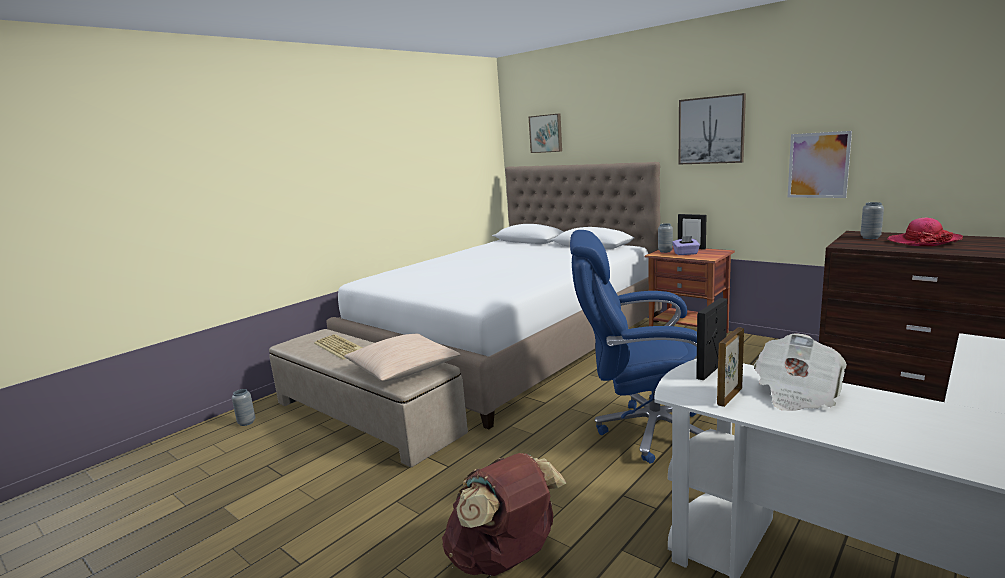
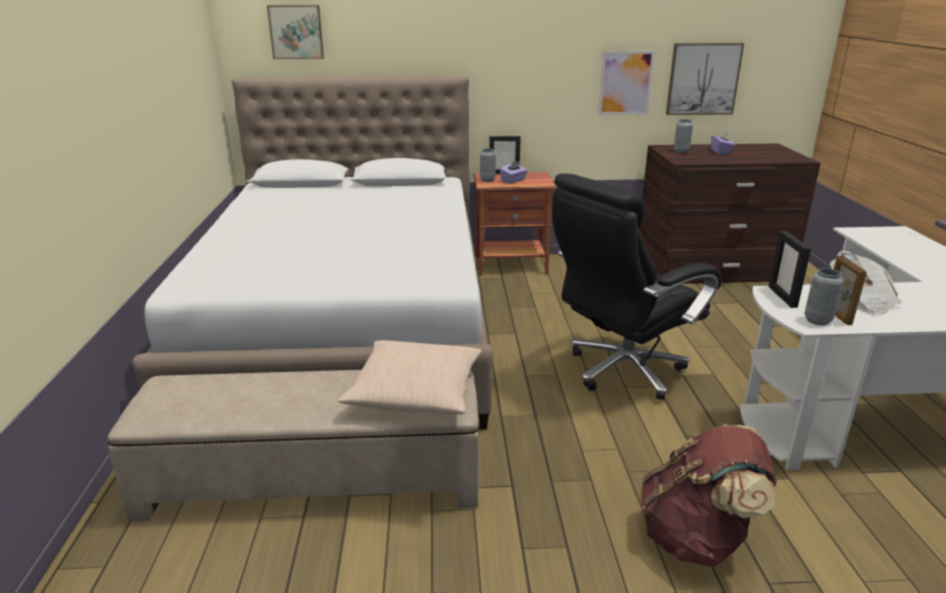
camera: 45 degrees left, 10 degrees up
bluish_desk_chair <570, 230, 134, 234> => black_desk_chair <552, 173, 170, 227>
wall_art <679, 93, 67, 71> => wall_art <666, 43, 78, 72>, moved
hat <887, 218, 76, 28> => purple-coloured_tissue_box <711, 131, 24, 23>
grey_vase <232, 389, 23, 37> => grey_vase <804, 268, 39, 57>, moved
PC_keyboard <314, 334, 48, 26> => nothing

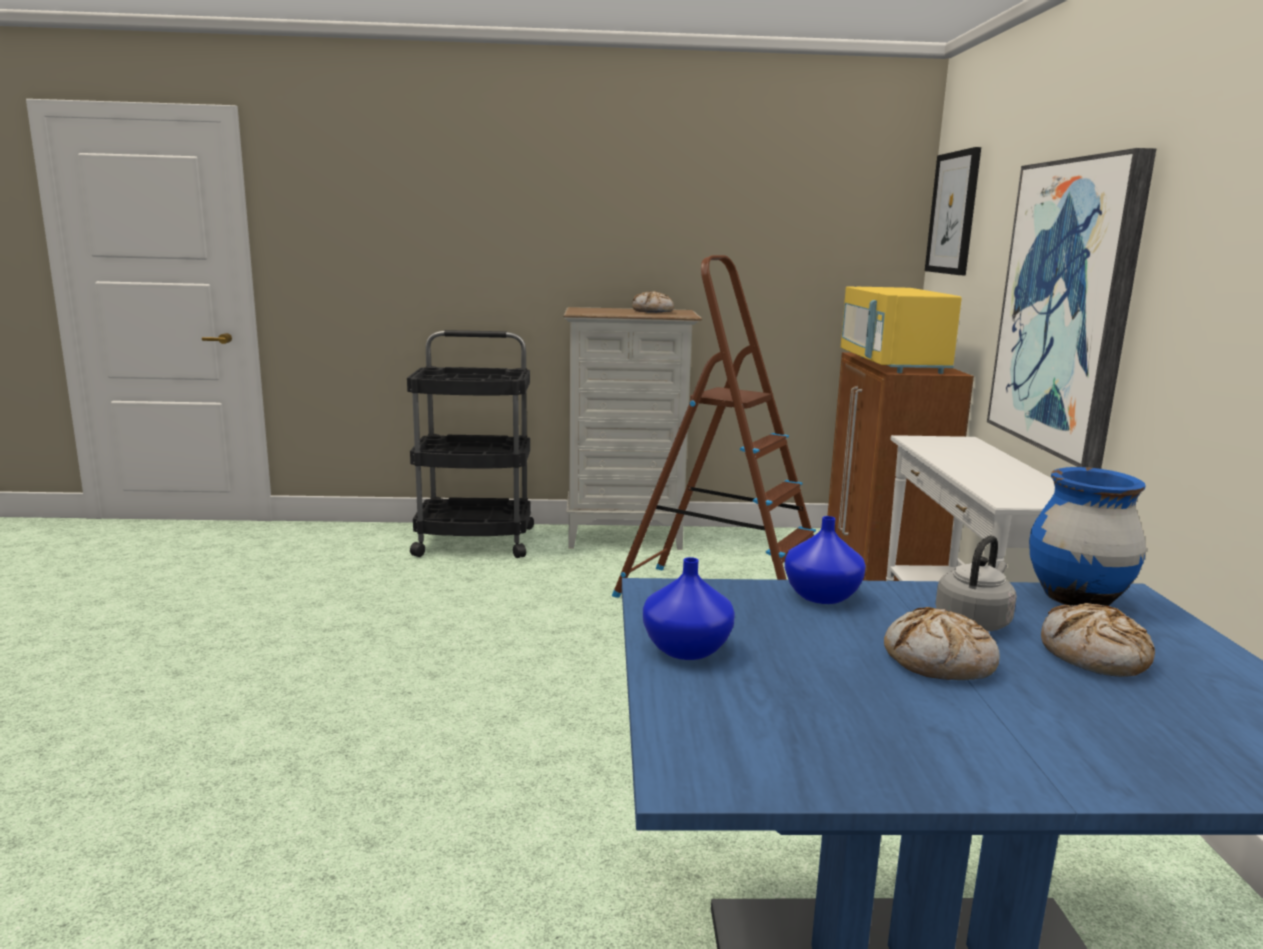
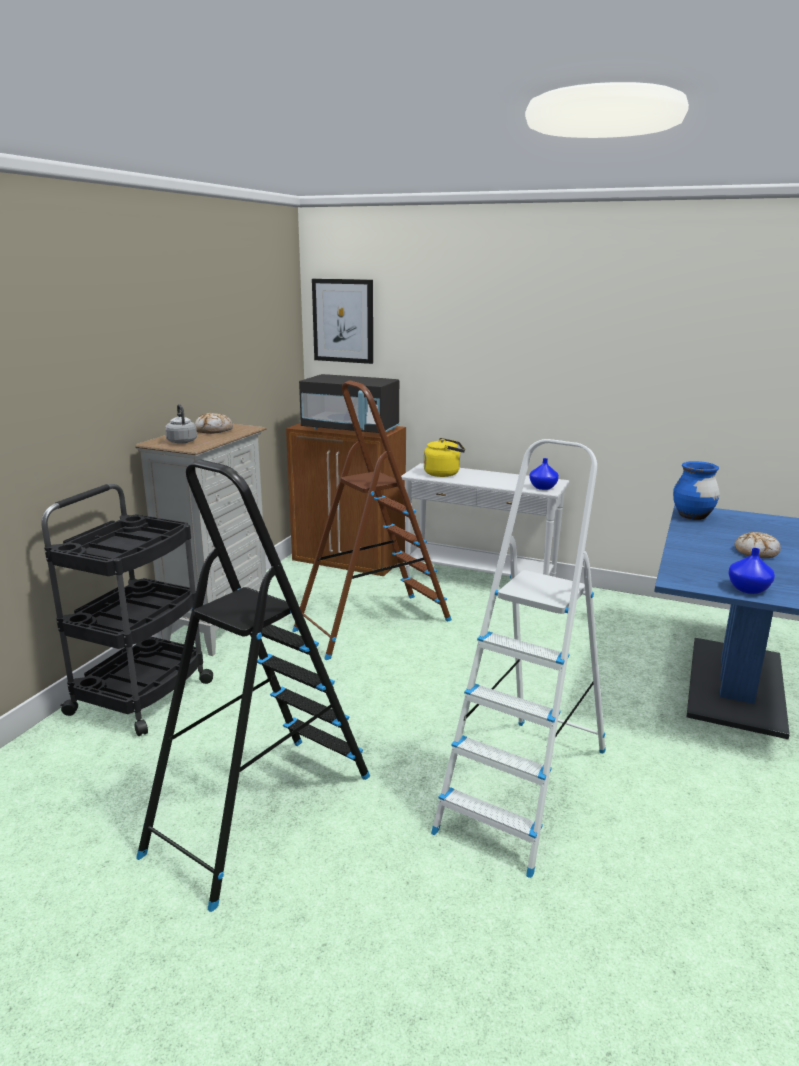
camera: 65 degrees left, 5 degrees up
nothing => black_step_stool <136, 459, 234, 453>
grey_kettle <935, 535, 82, 96> => grey_kettle <165, 404, 32, 40>, moved
yellowish_kitchen_microwave <841, 286, 121, 88> => black_kitchen_microwave <299, 374, 101, 59>
nothing => yellowish_kettle <424, 438, 41, 39>
nothing => whitish_step_stool <431, 439, 175, 439>
bluish_vase <784, 516, 82, 88> => bluish_vase <529, 458, 30, 32>, moved
wall_art <987, 148, 169, 321> => nothing
bread <1041, 603, 114, 74> => nothing

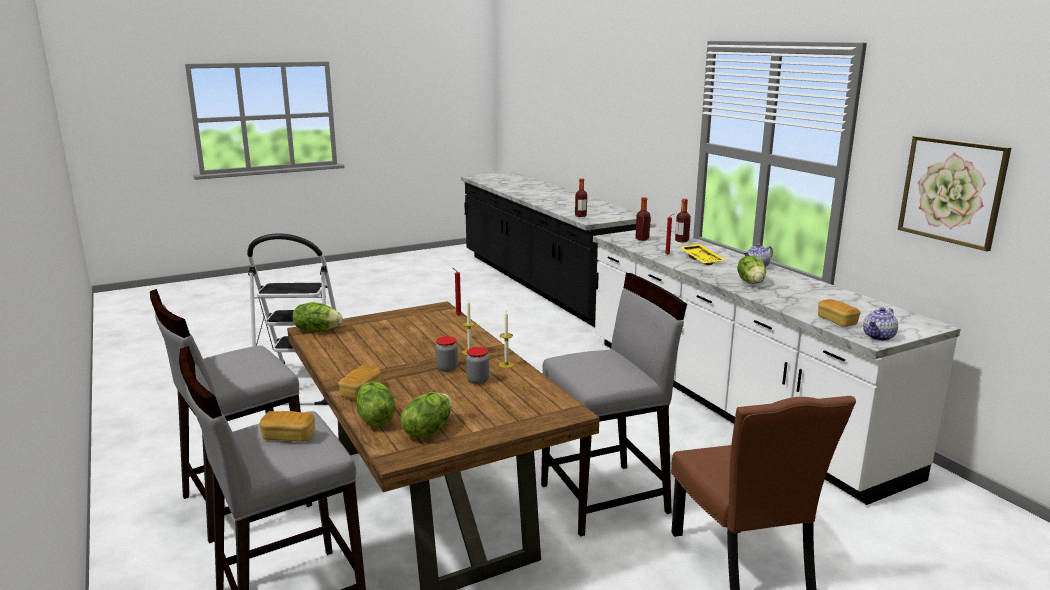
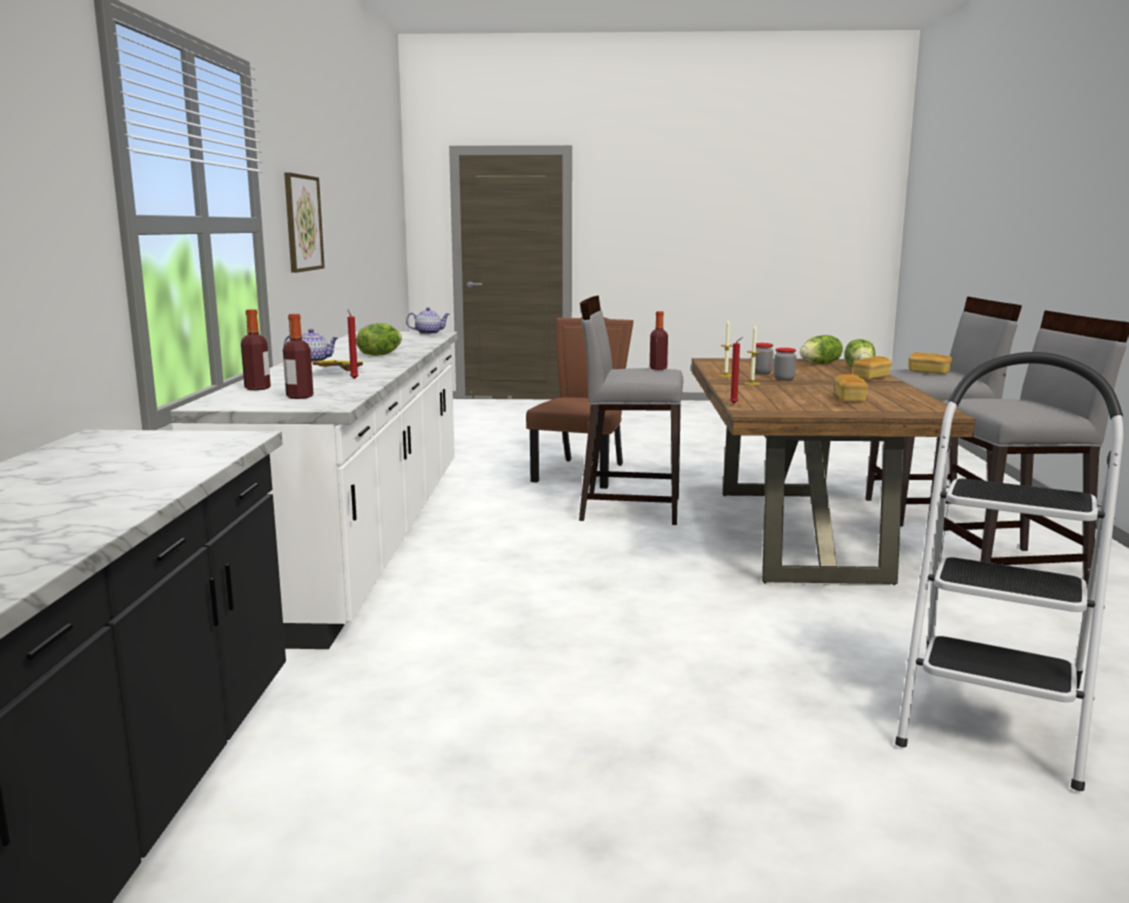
camera: 150 degrees left, 5 degrees down
drink_bottle <575, 178, 12, 39> => drink_bottle <650, 311, 18, 59>, moved
bread <818, 299, 42, 28> => bread <835, 374, 33, 28>, moved
lettuce <293, 302, 50, 30> => nothing

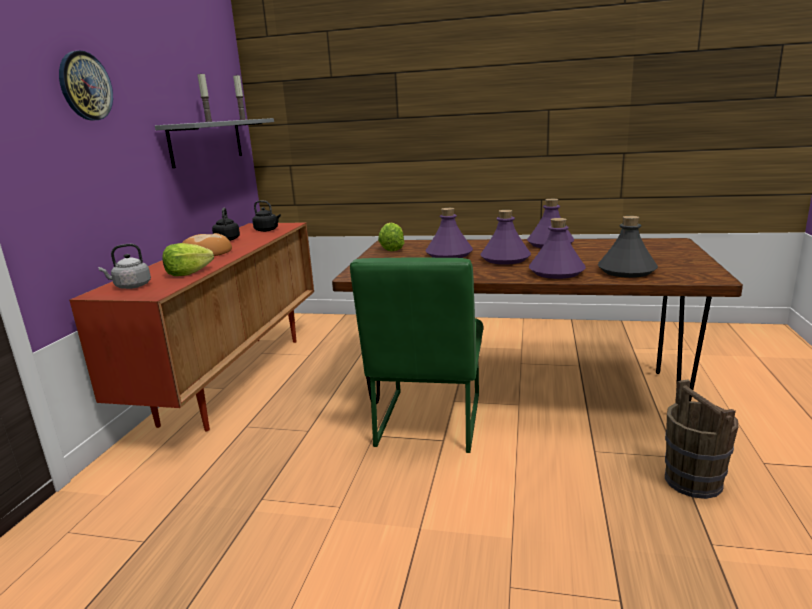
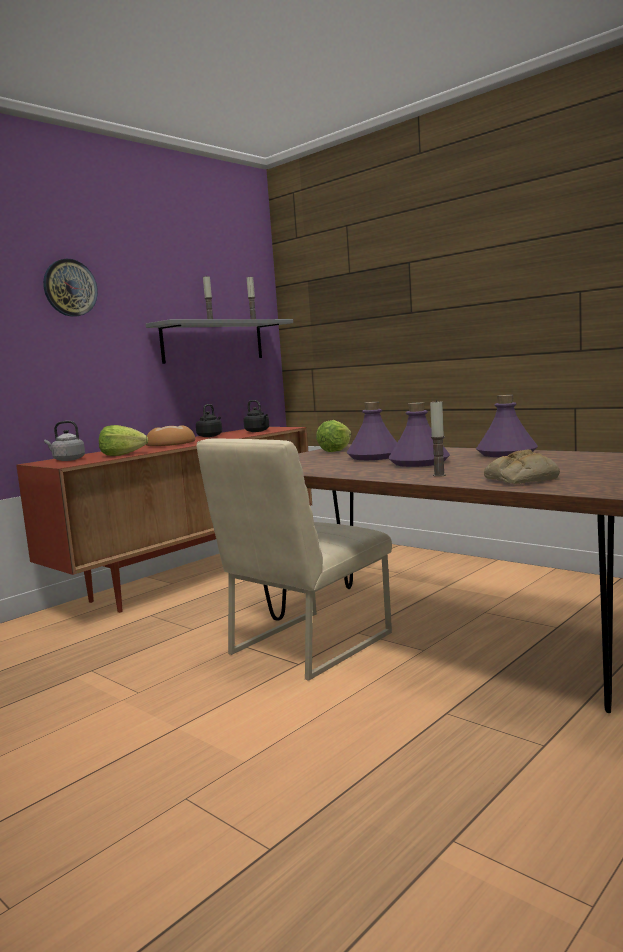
camera: 30 degrees right, 10 degrees down
green-coloured_upright_chair <350, 258, 133, 195> => sand-coloured_upright_chair <197, 439, 195, 242>
purple-coloured_drink_bottle <529, 218, 57, 61> => wax_light <430, 399, 16, 78>
grey_drink_bottle <598, 216, 60, 62> => bread <484, 450, 76, 34>
brown_bucket <665, 379, 73, 120> => nothing

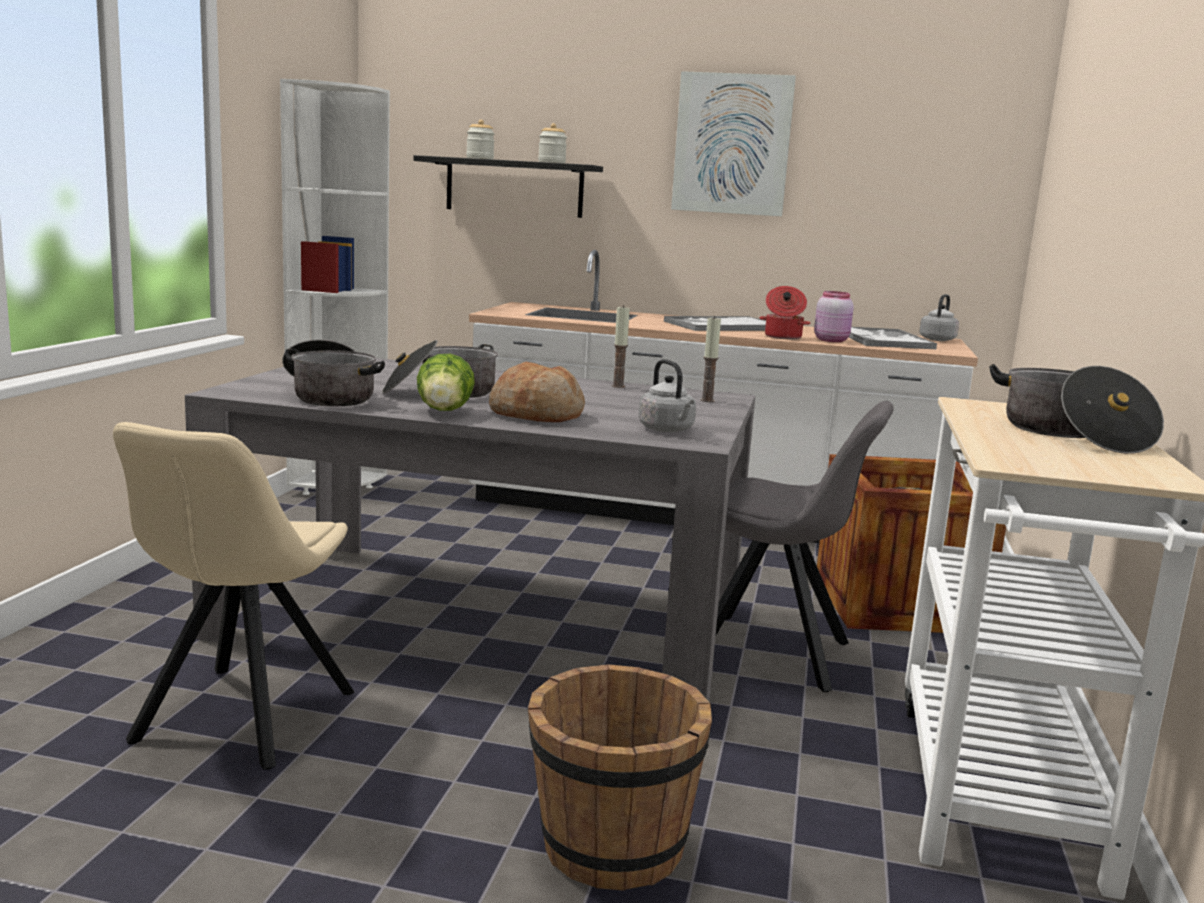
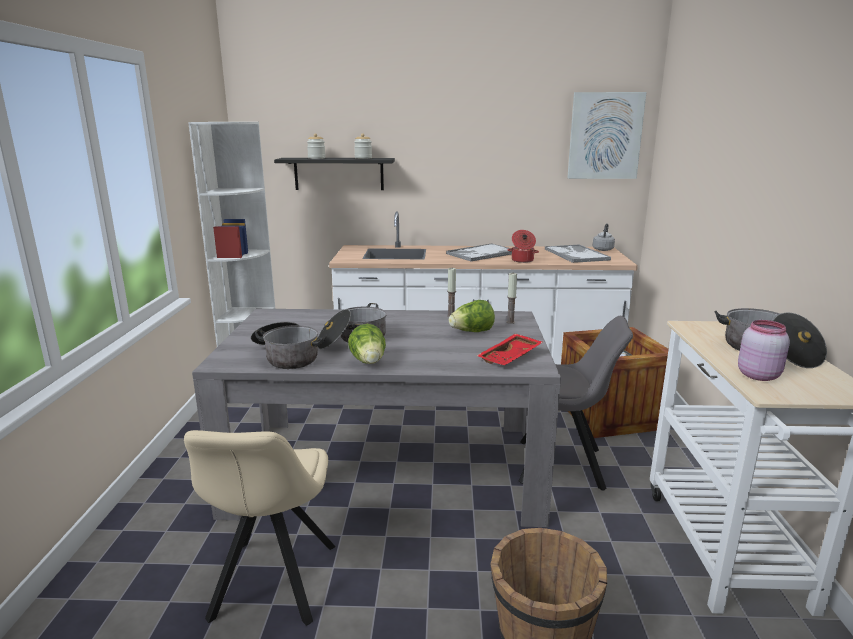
camera: 10 degrees left, 5 degrees up
nothing => lettuce <449, 300, 46, 32>
grey_kettle <639, 359, 57, 73> => red_carrying_tray <477, 334, 66, 31>
wall_art <671, 71, 125, 145> => wall_art <567, 92, 80, 87>, moved
pinkish_storage_jar <814, 291, 40, 51> => pinkish_storage_jar <738, 320, 52, 61>, moved
bread <489, 362, 96, 60> => nothing

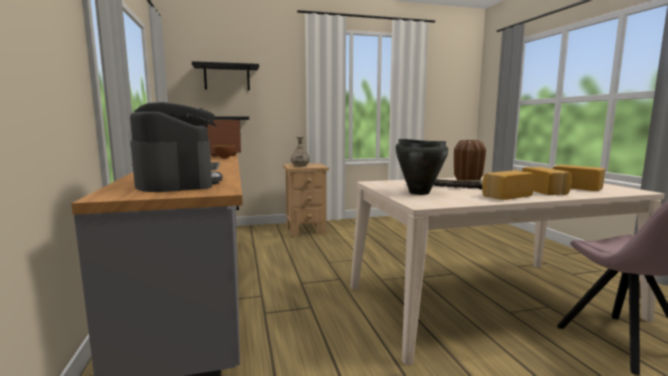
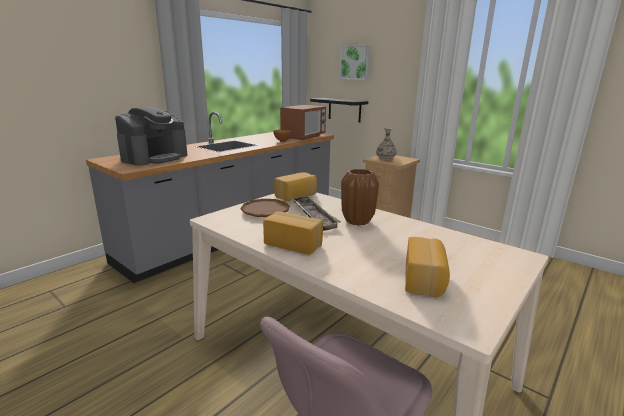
camera: 55 degrees right, 10 degrees up
black_saucepot <395, 139, 53, 56> => brown_plate <240, 199, 50, 18>
bread <522, 167, 50, 28> => bread <274, 172, 43, 29>, moved
black_bracket_shelf <192, 61, 67, 29> => wall_art <340, 45, 30, 35>

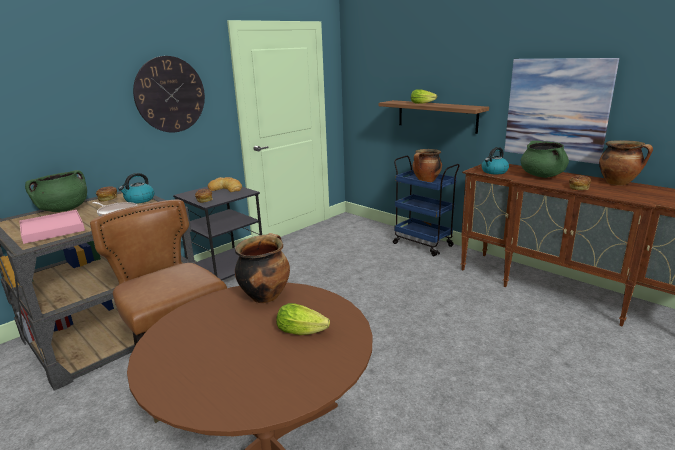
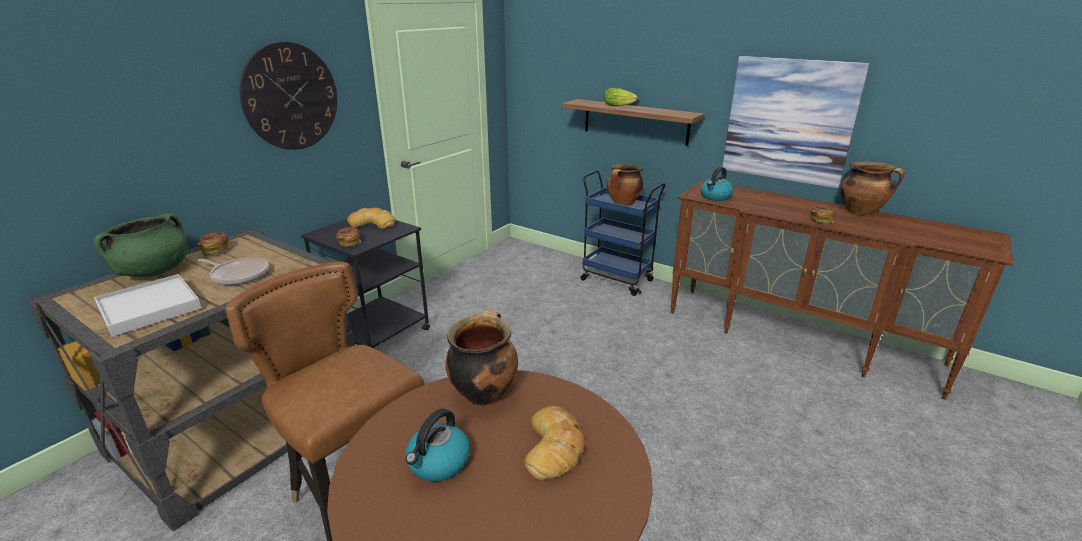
camera: 10 degrees left, 5 degrees up
pinkish_carrying_tray <19, 210, 66, 34> => whitish_carrying_tray <94, 274, 108, 63>
kettle <118, 173, 37, 31> => kettle <405, 409, 65, 73>, moved
lettuce <276, 303, 54, 32> => bread <524, 406, 61, 74>
green-coloured_saucepot <521, 141, 48, 37> => nothing

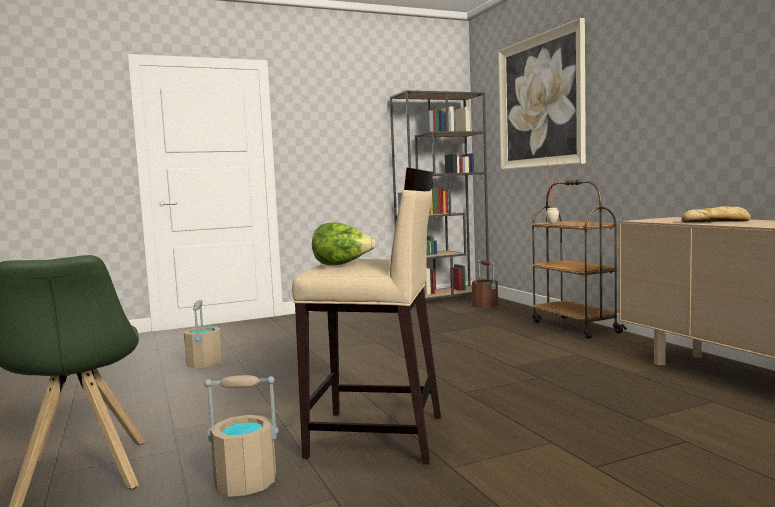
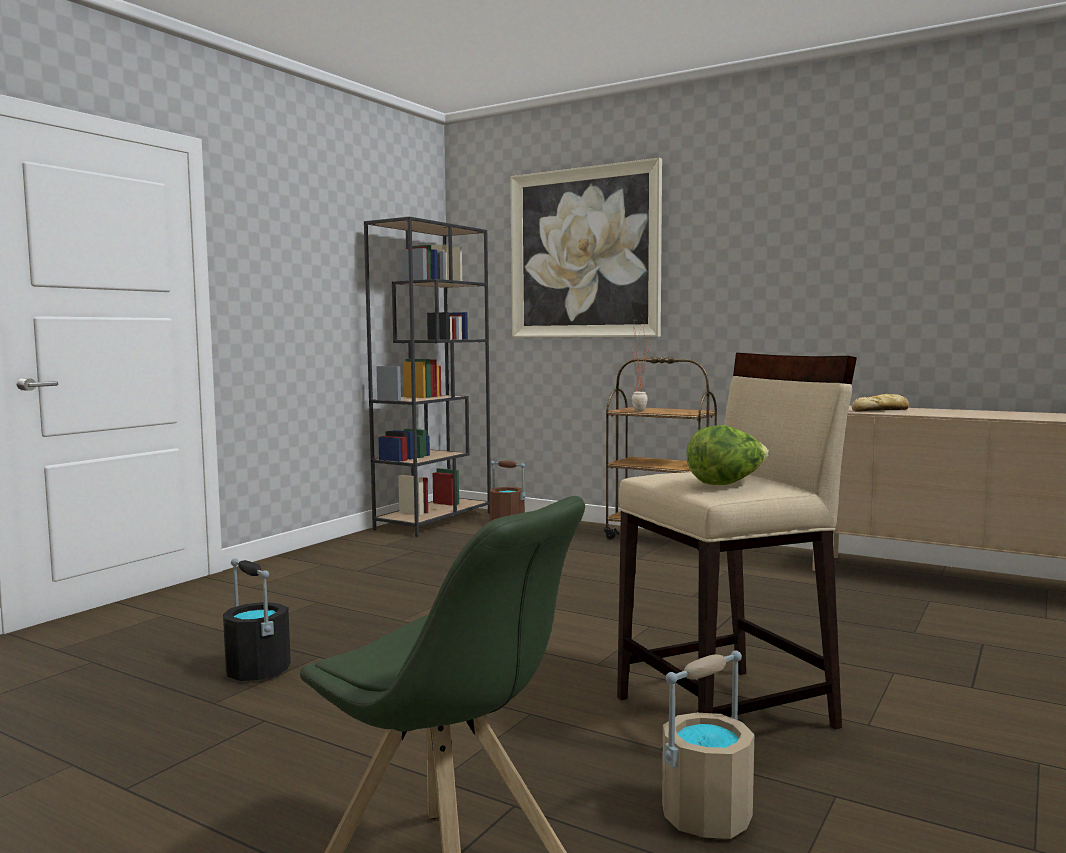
camera: 35 degrees left, 0 degrees up
sand-coloured_bucket <184, 300, 38, 68> => black_bucket <223, 558, 68, 123>

